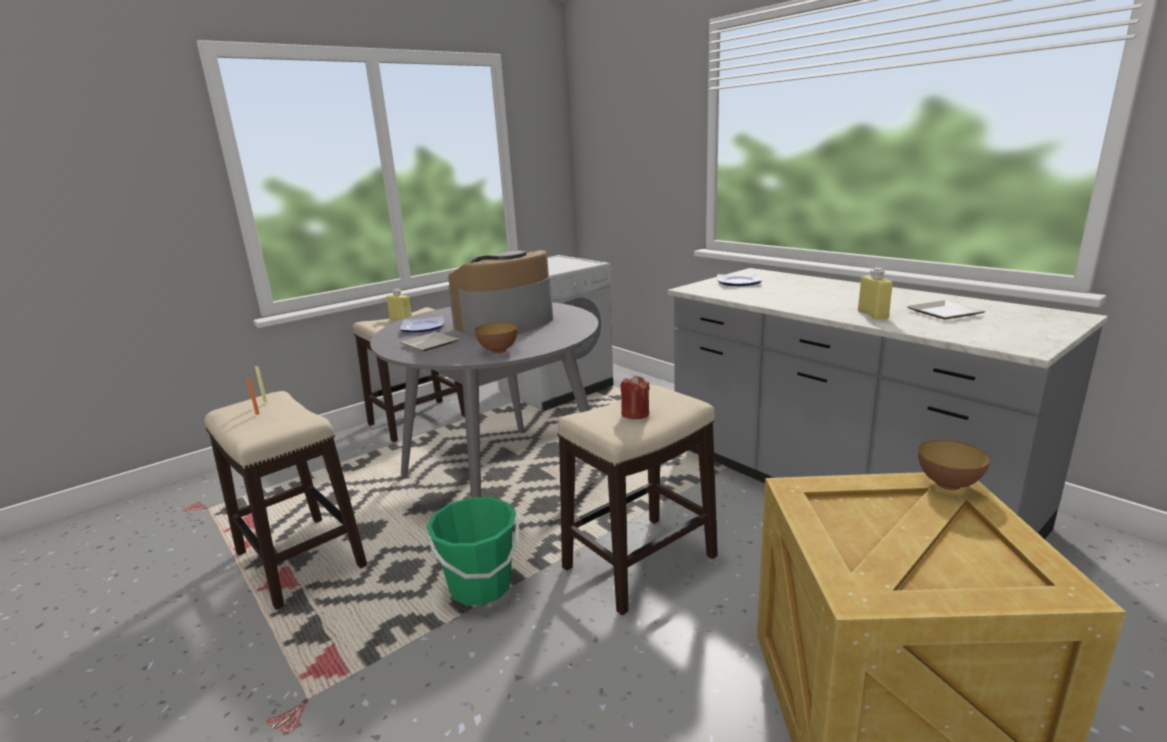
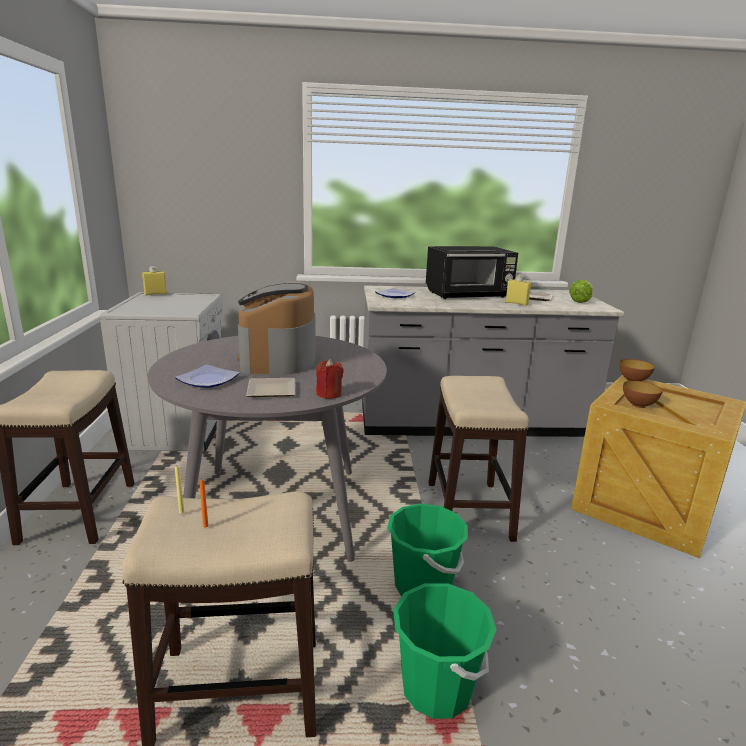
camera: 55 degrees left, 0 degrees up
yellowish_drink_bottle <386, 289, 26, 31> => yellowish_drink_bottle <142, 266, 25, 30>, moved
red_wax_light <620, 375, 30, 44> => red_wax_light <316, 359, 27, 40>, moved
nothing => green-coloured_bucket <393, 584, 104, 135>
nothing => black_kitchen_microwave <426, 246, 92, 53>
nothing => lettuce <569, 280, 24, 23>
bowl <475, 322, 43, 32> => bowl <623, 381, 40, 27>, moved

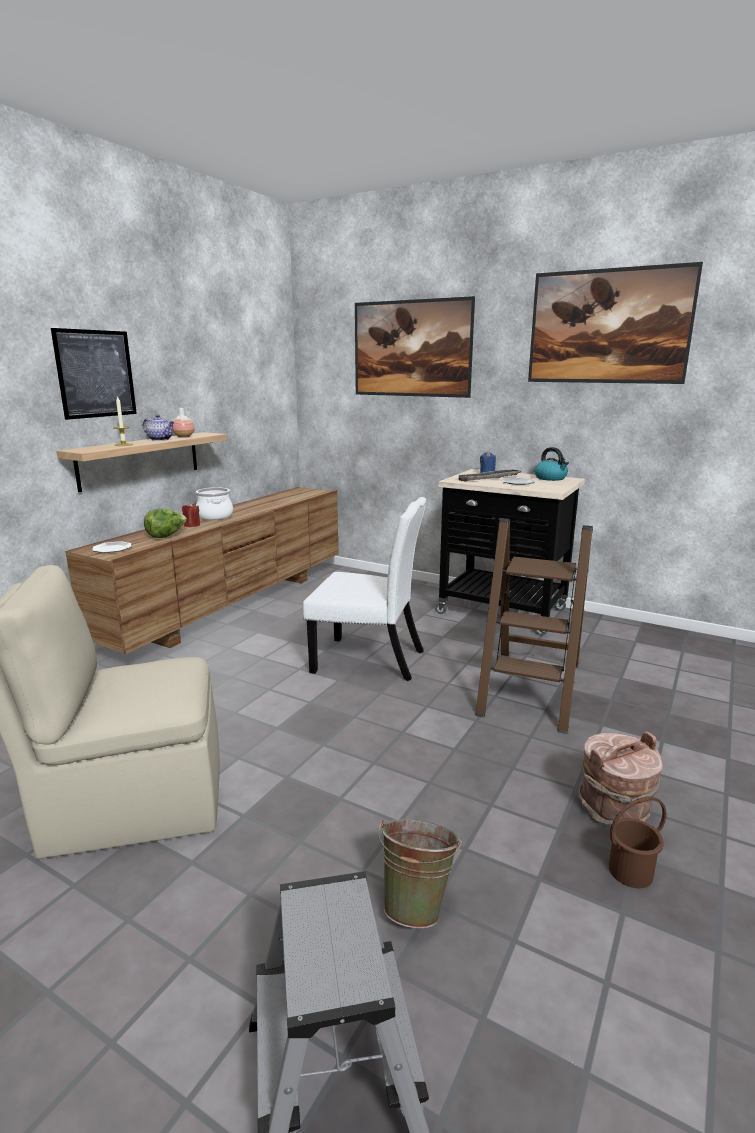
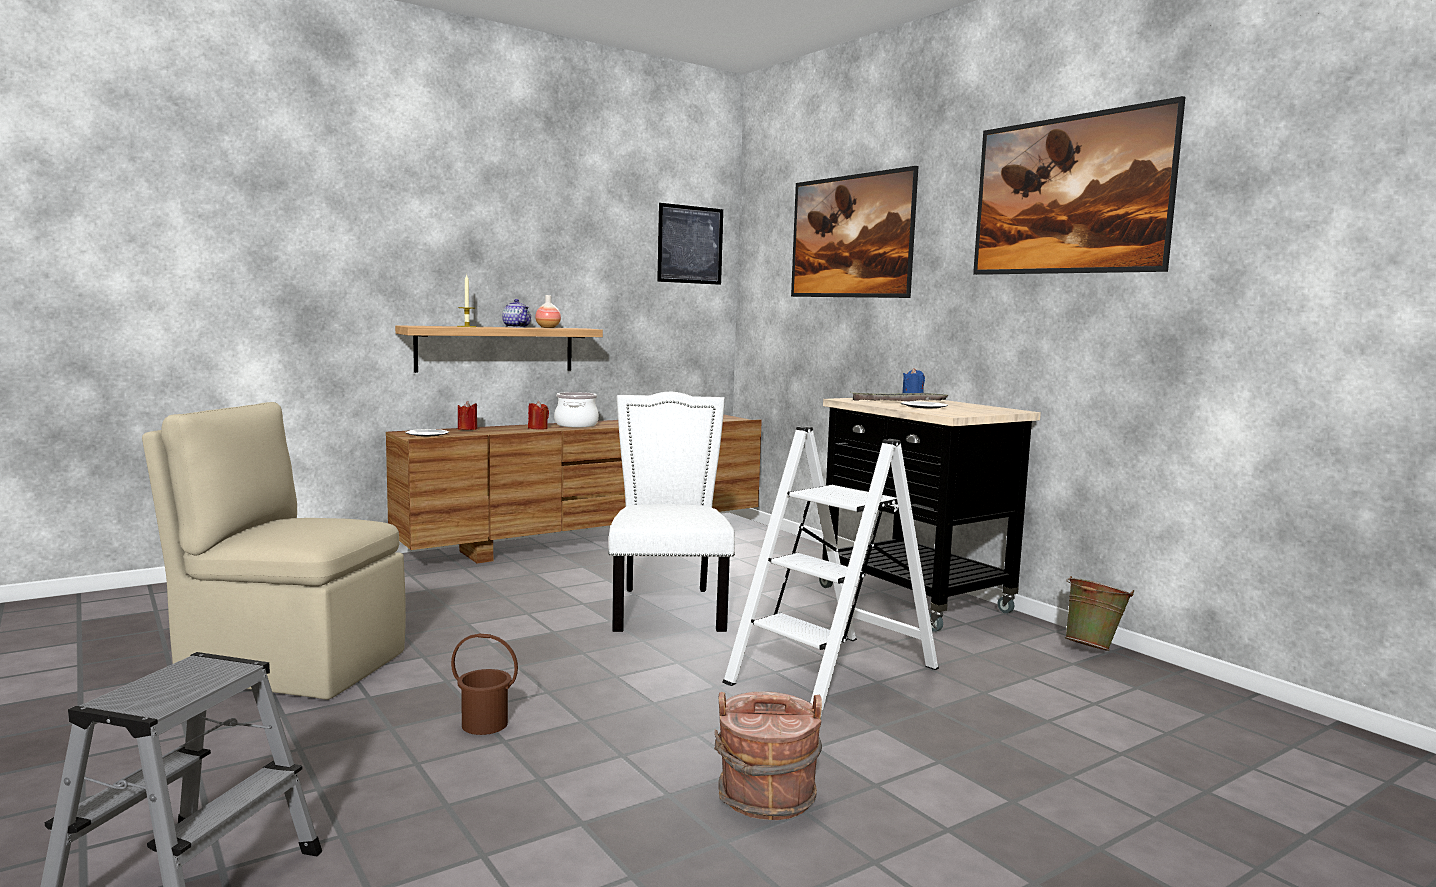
camera: 25 degrees right, 10 degrees down
brown_bucket <609, 796, 58, 92> => brown_bucket <451, 634, 67, 101>, moved
nothing => red_wax_light <458, 401, 20, 29>
whitish_upright_chair <303, 497, 123, 184> => whitish_upright_chair <608, 391, 127, 241>, 135 degrees counterclockwise
wall_art <51, 328, 86, 92> => wall_art <657, 203, 66, 82>, moved
brown_step_stool <475, 518, 118, 216> => whitish_step_stool <722, 426, 217, 289>
green-coloured_bucket <378, 819, 84, 109> => green-coloured_bucket <1065, 576, 69, 75>, moved
lettuce <144, 509, 43, 29> => nothing
kettle <534, 447, 35, 34> => nothing

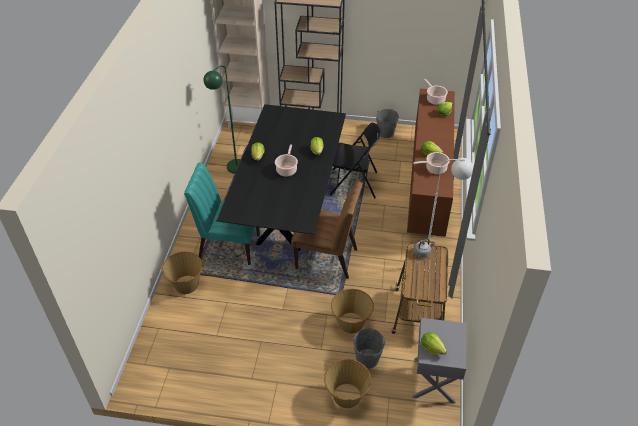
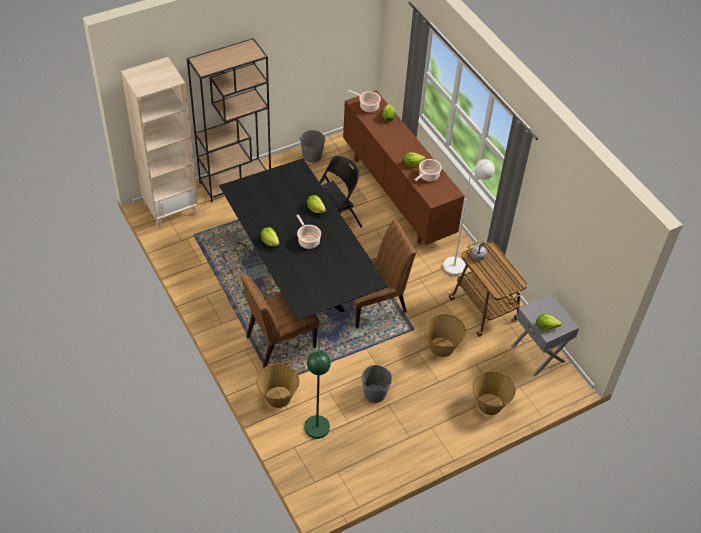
camera: 40 degrees left, 5 degrees up
turquoise_upright_chair <184, 162, 76, 103> => brown_upright_chair <240, 274, 80, 94>
green-coloured_floor_lamp <204, 66, 37, 108> => green-coloured_floor_lamp <304, 340, 27, 99>, moved
grey_bucket <353, 328, 33, 41> => grey_bucket <361, 365, 31, 38>, moved

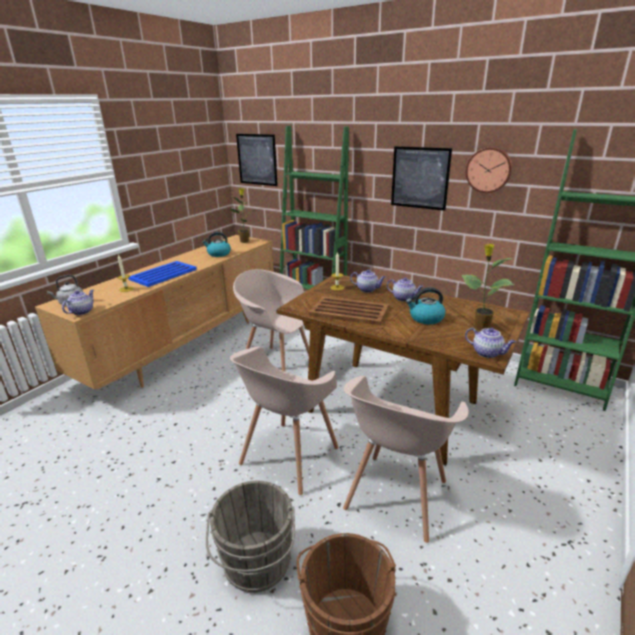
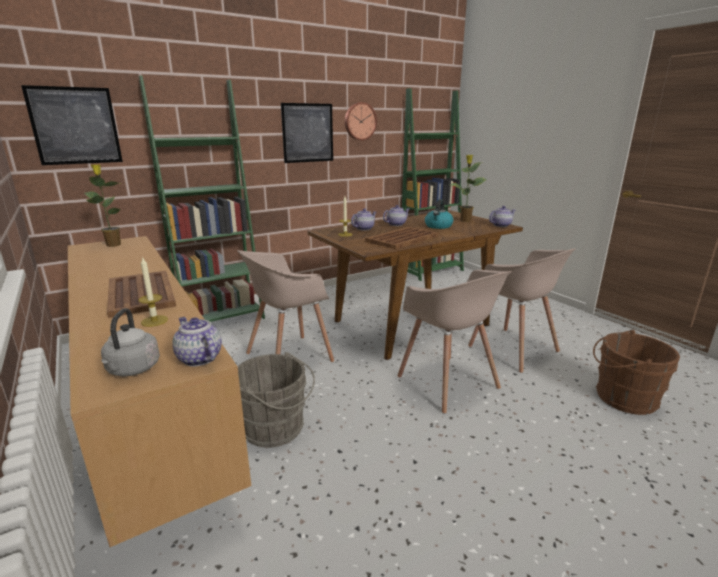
camera: 65 degrees left, 5 degrees down
bluish_carrying_tray <128, 261, 69, 26> => brown_carrying_tray <107, 271, 69, 47>
grey_bucket <206, 481, 89, 112> => grey_bucket <238, 352, 77, 96>, moved
kettle <202, 232, 29, 25> => nothing

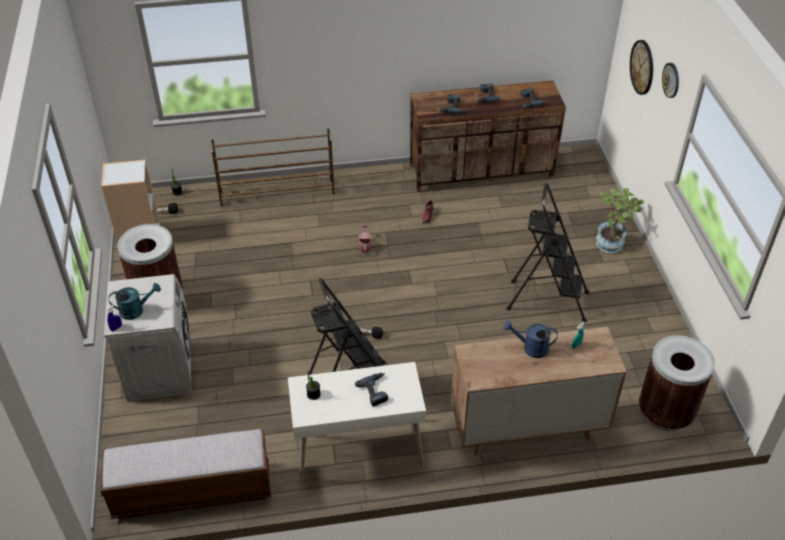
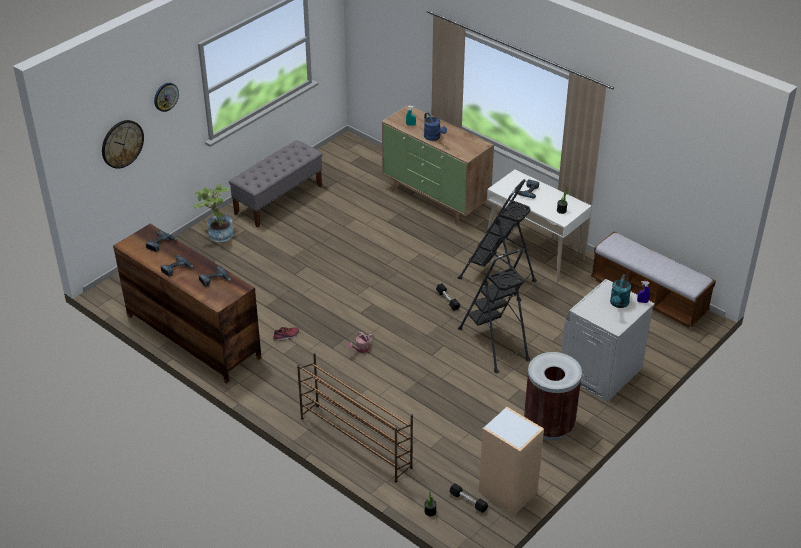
camera: 130 degrees left, 5 degrees down
nothing => grey_indoor_bench <229, 140, 93, 88>
step_stool <506, 184, 84, 138> => step_stool <458, 249, 72, 124>, moved
turquoise_watering_pot <109, 283, 52, 37> => turquoise_watering_pot <610, 274, 21, 34>, 105 degrees counterclockwise
brown_waste_bin <639, 335, 76, 96> => nothing

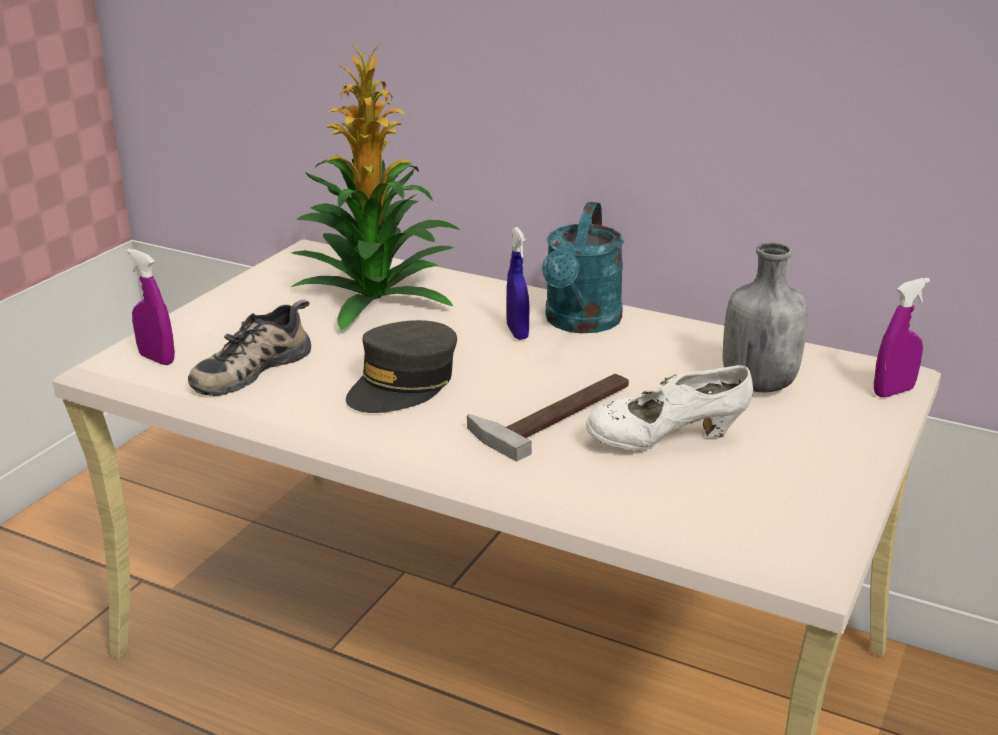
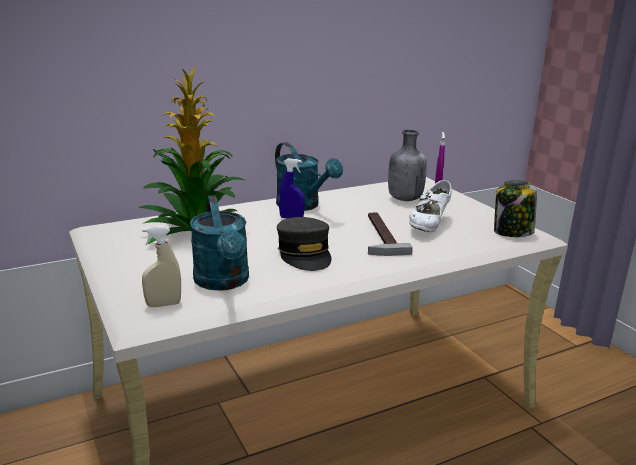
camera: 55 degrees left, 5 degrees down
purple-coloured_sprayer <127, 249, 48, 116> => sand-coloured_sprayer <142, 226, 39, 81>
shoe <188, 300, 123, 96> => turquoise_watering_pot <190, 195, 59, 96>
nothing => storage_jar <494, 180, 43, 57>

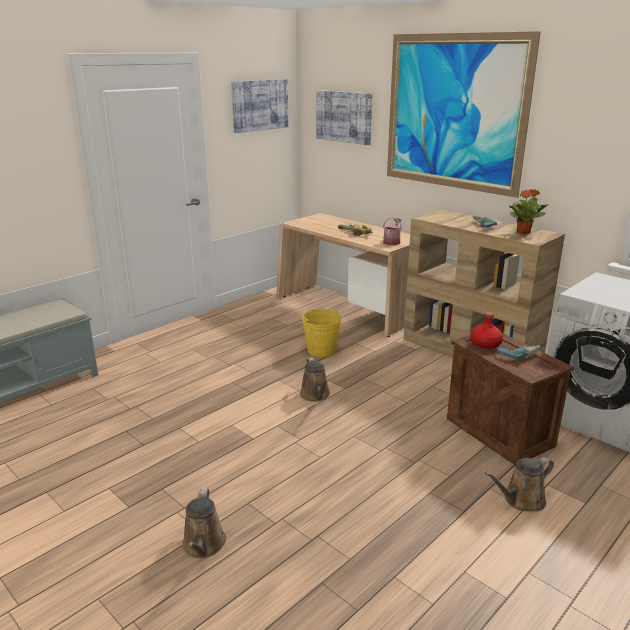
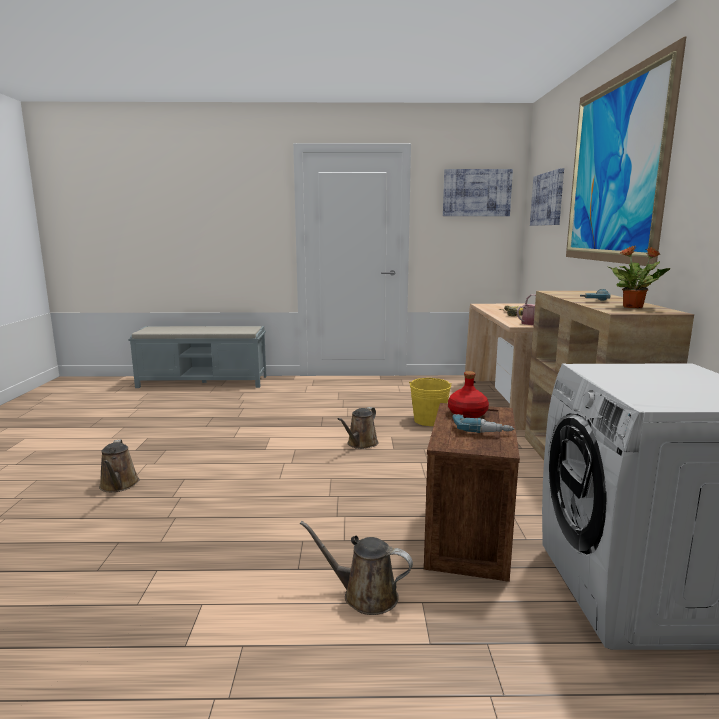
camera: 45 degrees right, 10 degrees down
brown_watering_pot <182, 488, 44, 70> => brown_watering_pot <99, 439, 40, 53>, 60 degrees counterclockwise

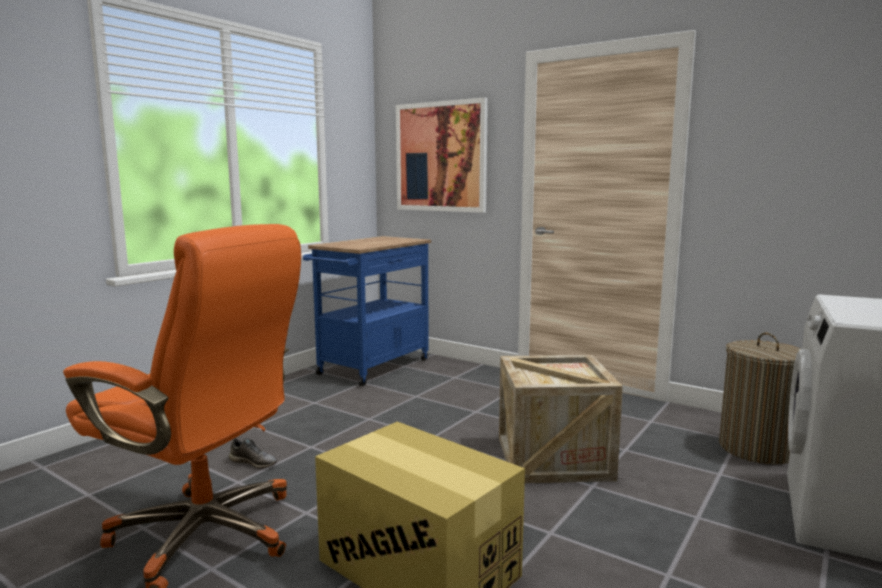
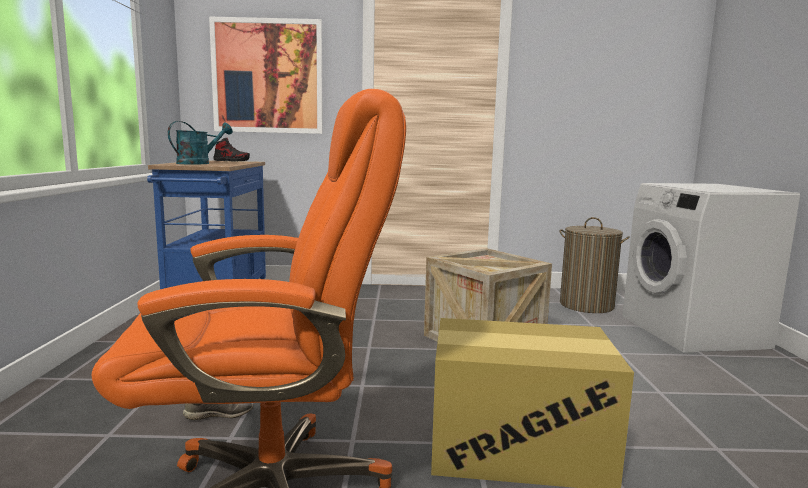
camera: 35 degrees left, 0 degrees up
nothing => turquoise_watering_pot <168, 121, 65, 43>
nothing => shoe <213, 138, 37, 23>

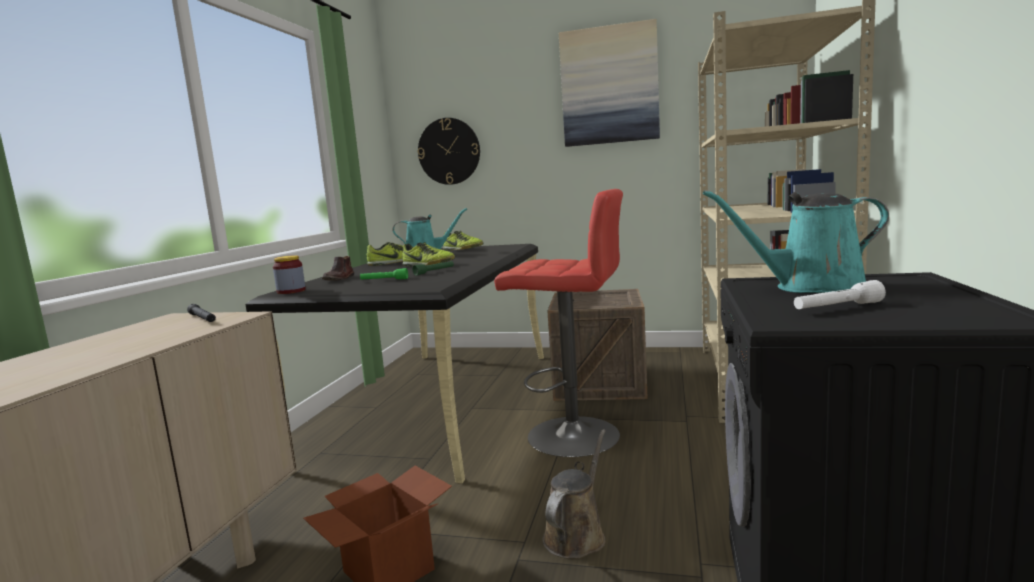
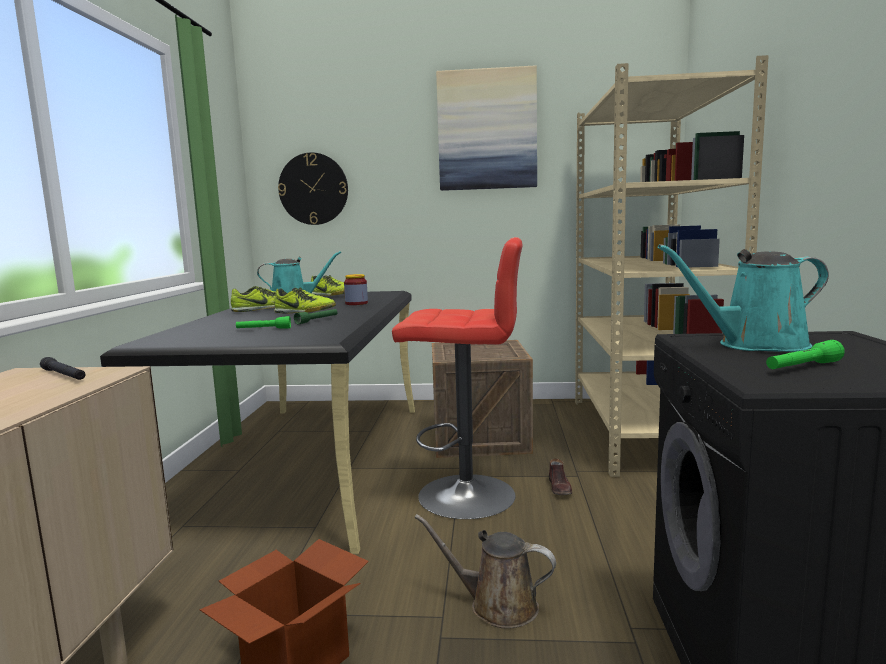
camera: 10 degrees left, 0 degrees up
storage_jar <273, 255, 33, 39> => storage_jar <344, 274, 24, 31>, moved
brown_watering_pot <542, 429, 64, 130> => brown_watering_pot <414, 514, 142, 115>, 90 degrees counterclockwise
brown_shoe <322, 256, 33, 25> => brown_shoe <549, 459, 23, 36>, moved
whitish_flashlight <794, 280, 92, 29> => green-coloured_flashlight <766, 340, 79, 29>

